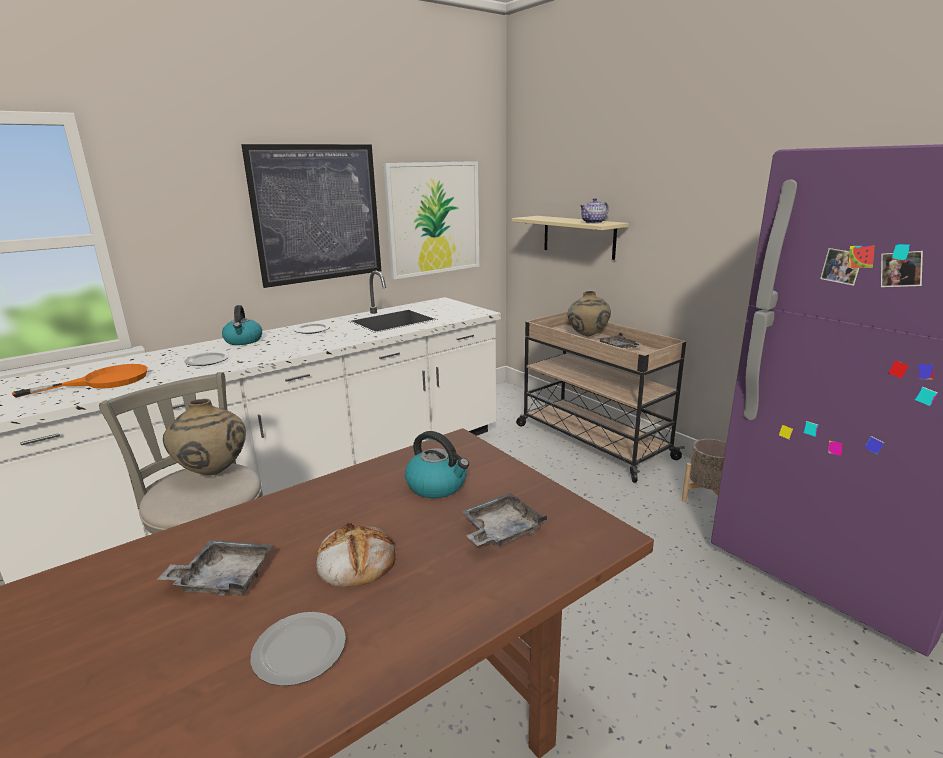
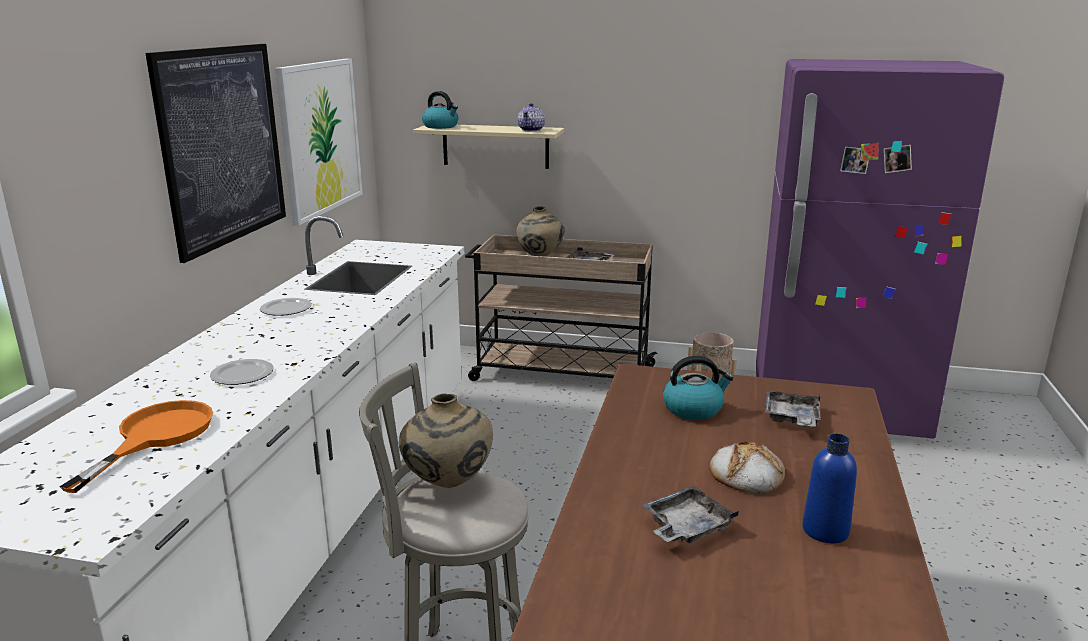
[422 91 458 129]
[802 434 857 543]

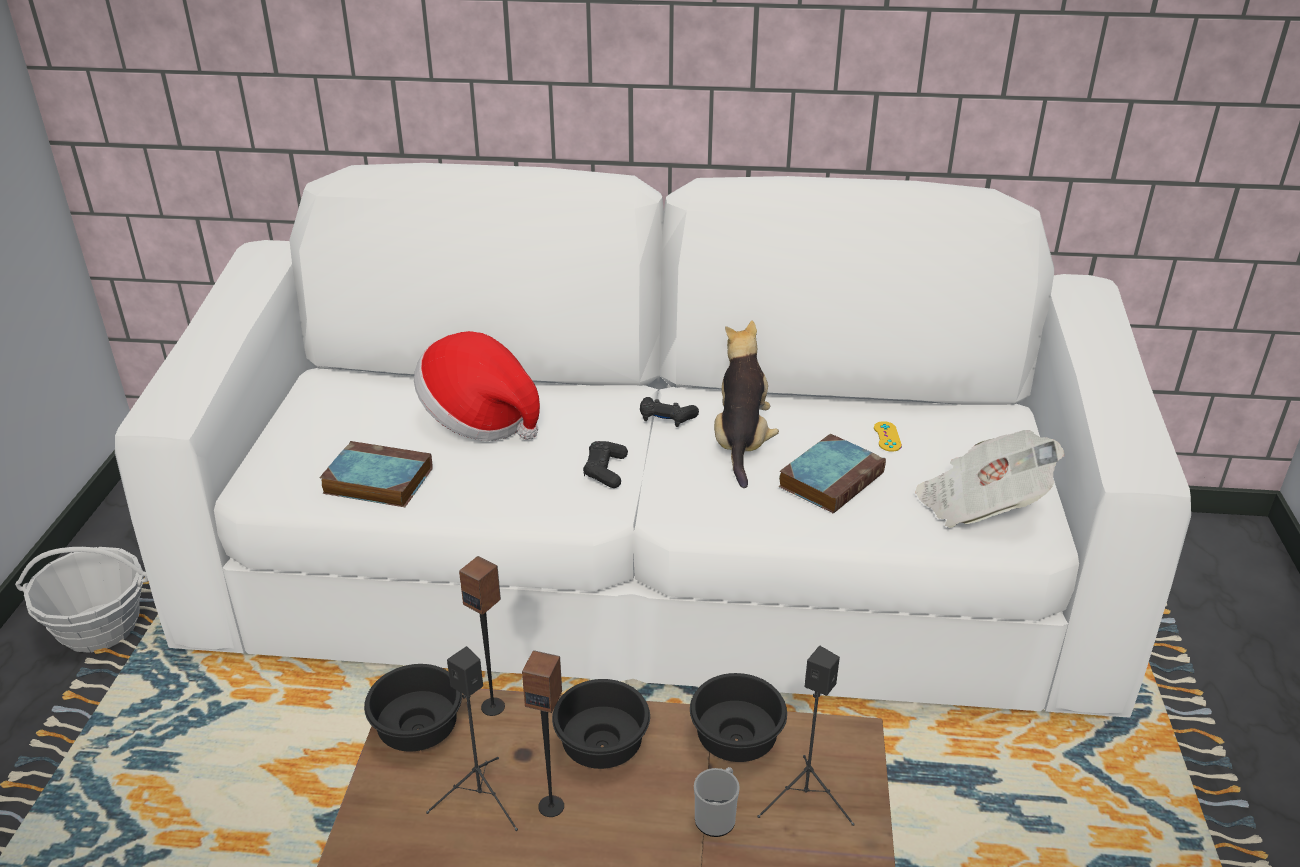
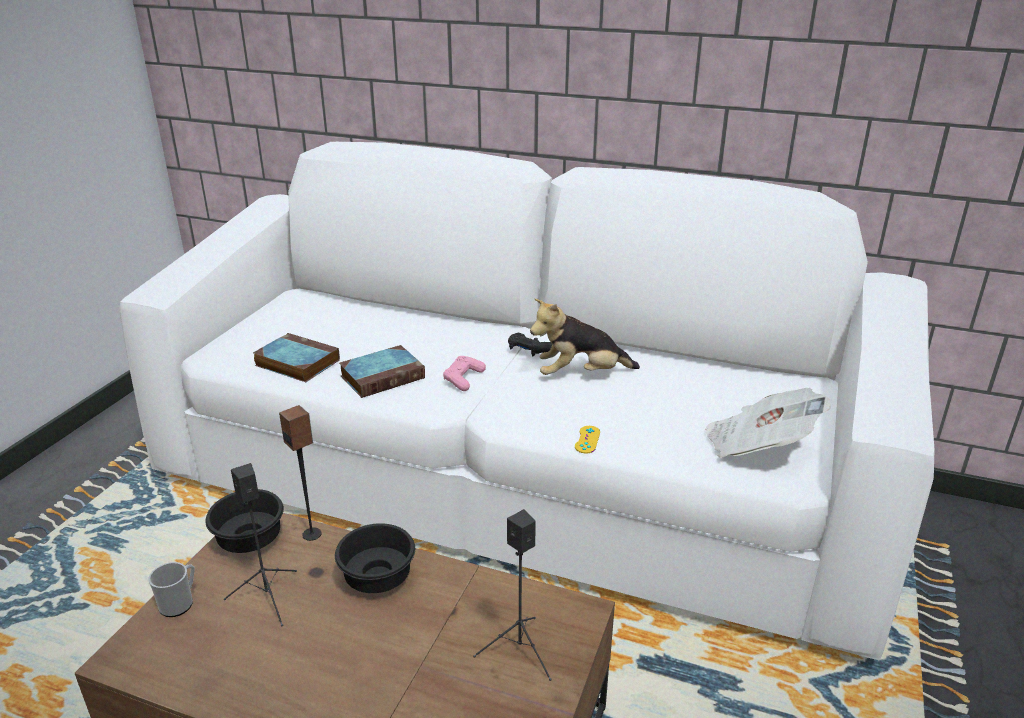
[148 562 195 617]
[339 345 425 398]
[443 356 486 391]
[530 299 640 375]
[575 426 600 453]
[15 547 148 653] (first image)
[414 331 540 441] (first image)
[522 650 564 817] (first image)
[690 673 787 762] (first image)

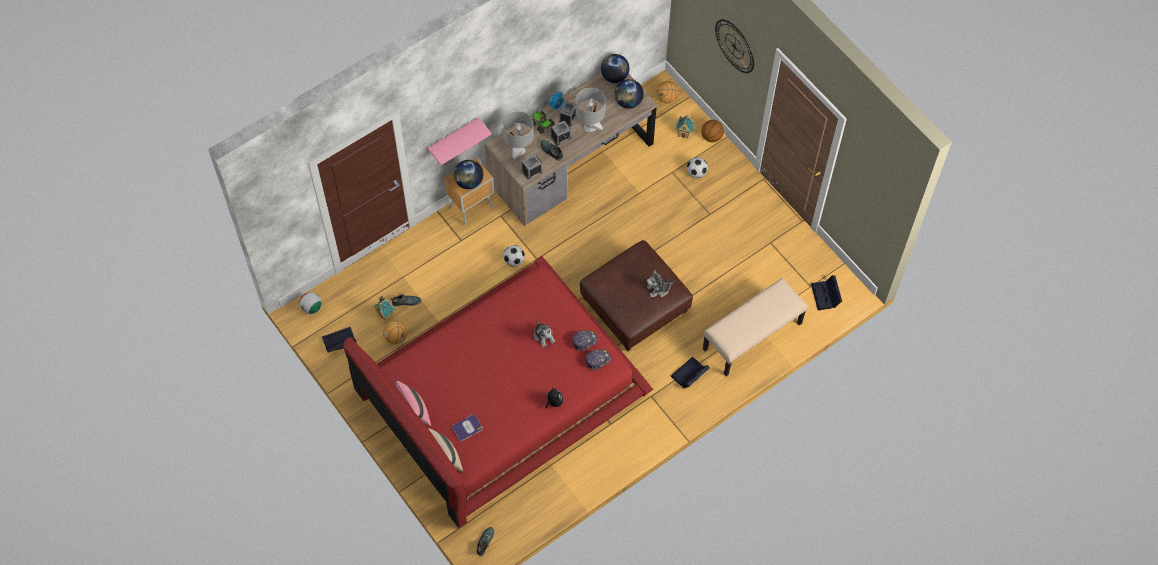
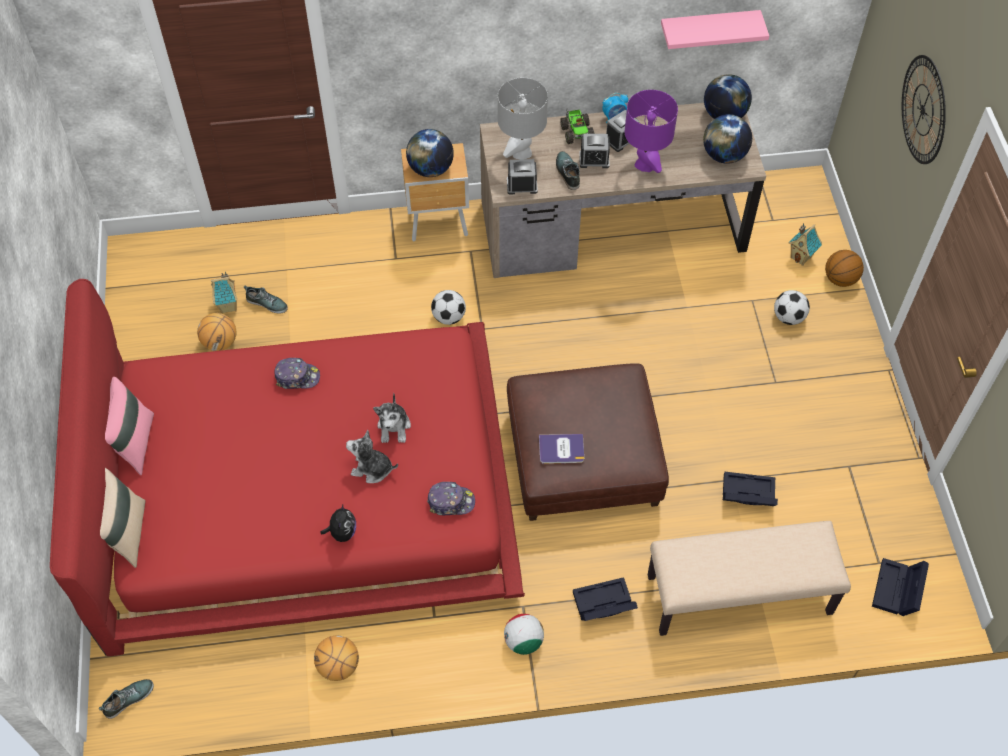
[274 358 320 389]
[314 635 359 681]
[346 430 398 483]
[504 614 544 655]
[539 434 584 464]
[625 90 678 173]
[661 10 769 49]
[723 472 778 506]

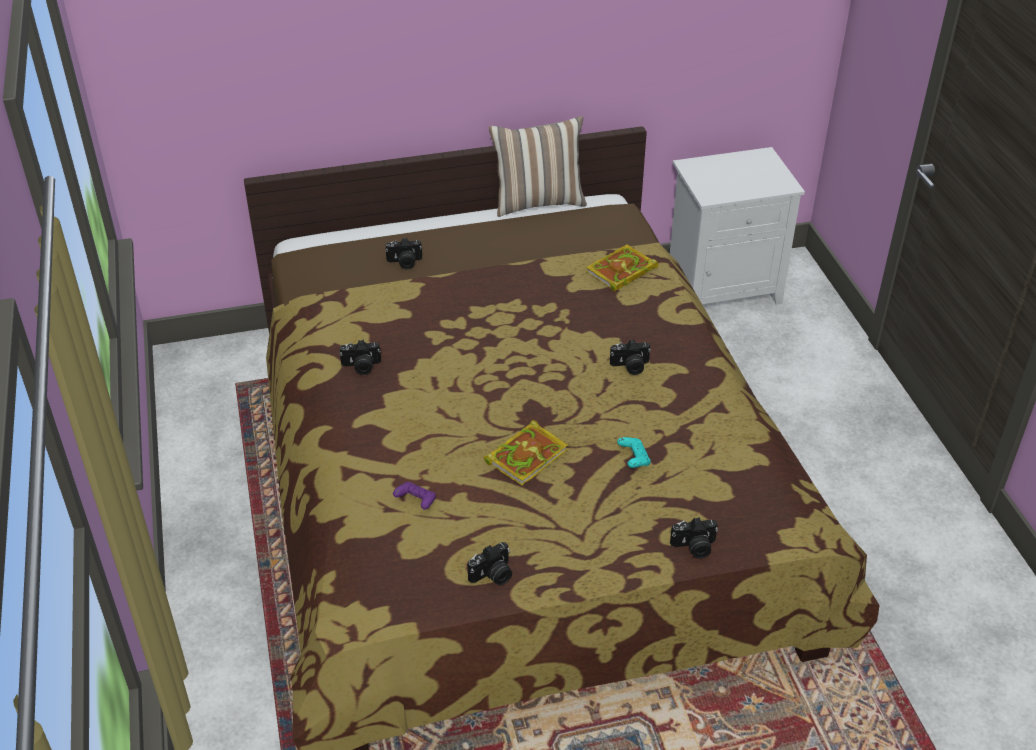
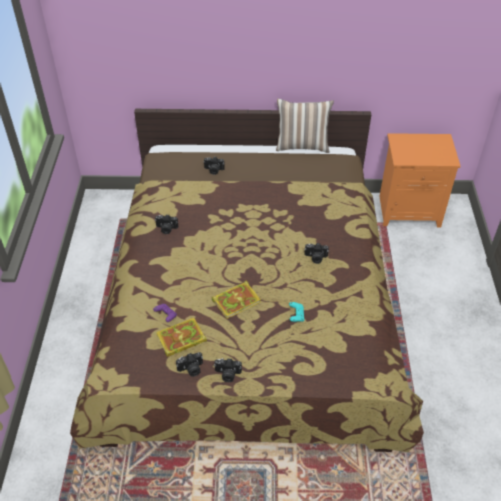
[156 318 207 357]
[214 358 242 382]
[379 133 460 228]

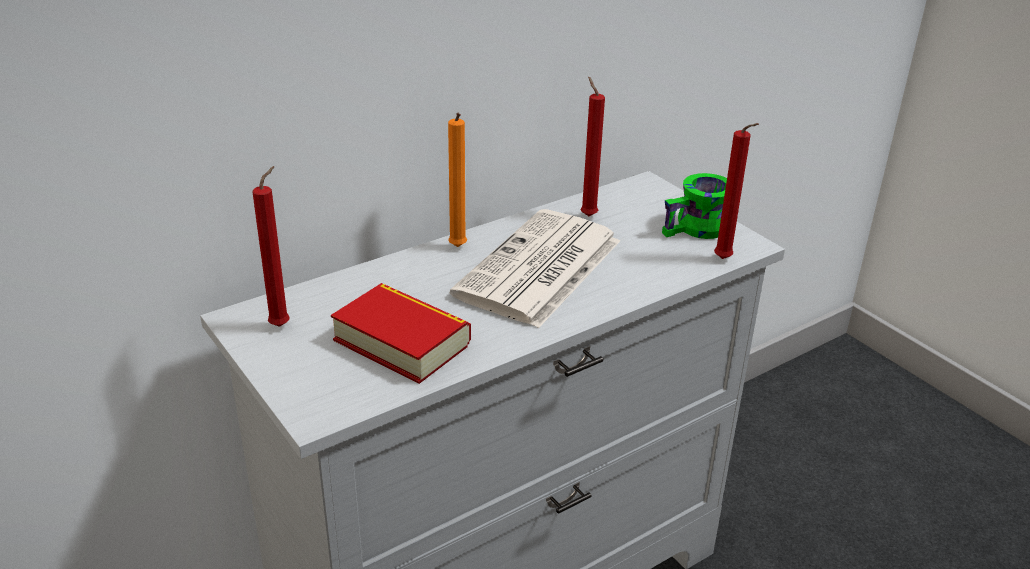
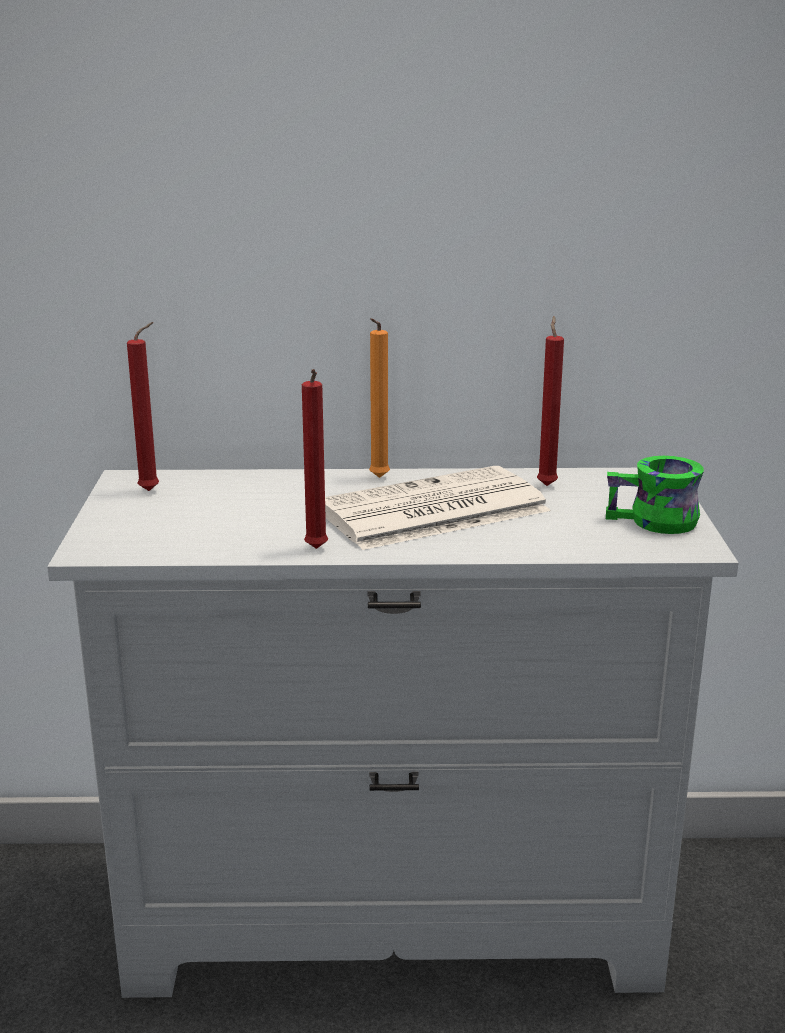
[302 369 328 549]
[331 283 471 384] (first image)

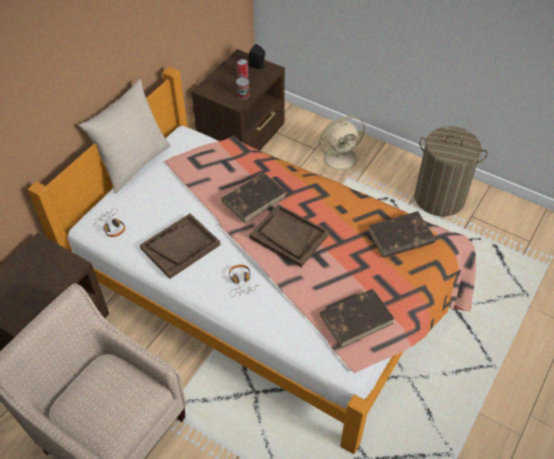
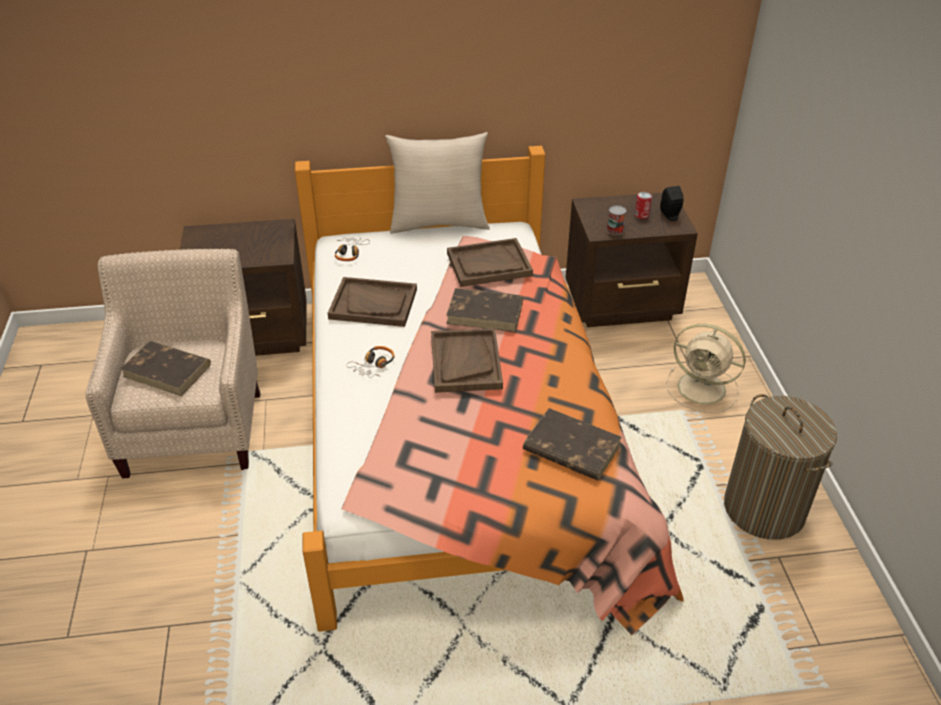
[120 341 211 396]
[447 238 533 287]

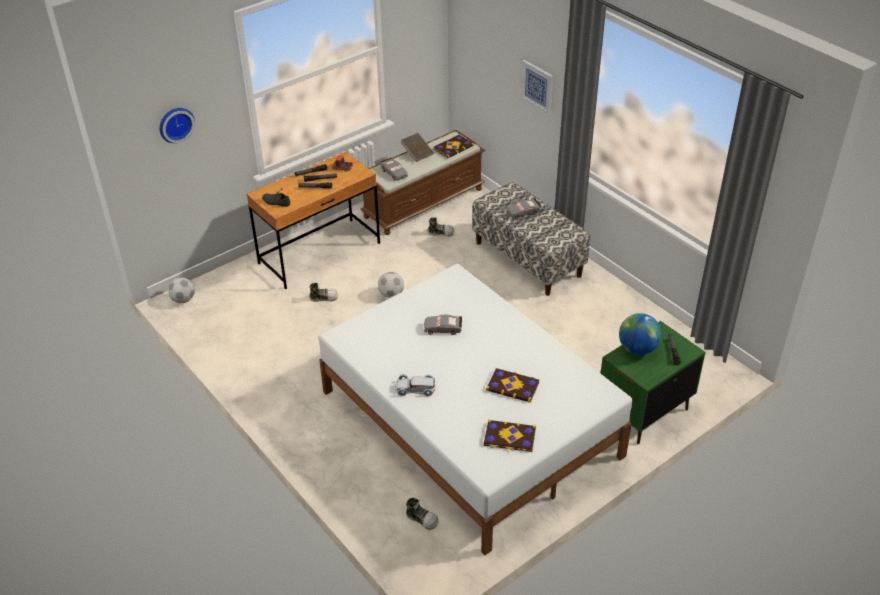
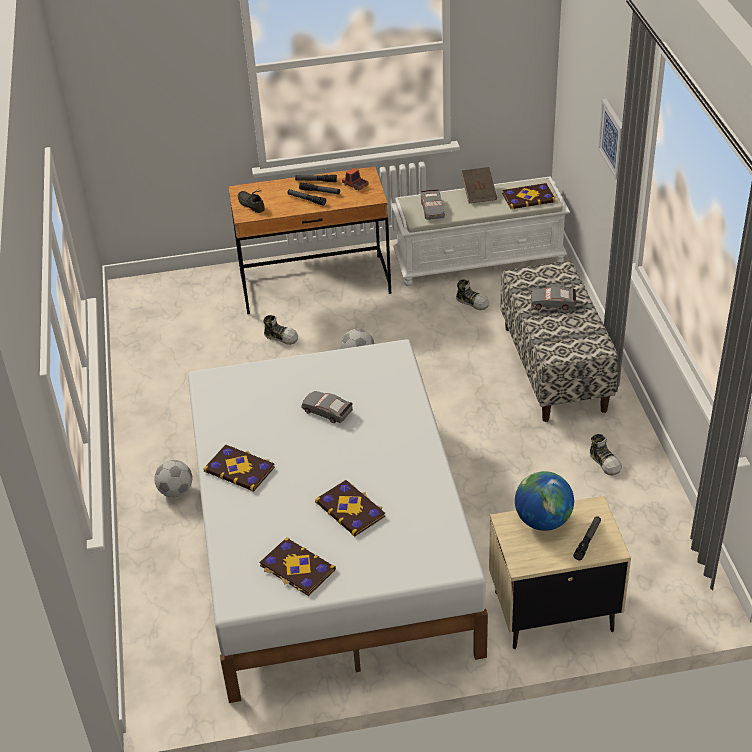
[154 460 193 497]
[204 444 275 492]
[391 176 570 286]
[489 496 631 649]
[590 434 622 475]
[160 108 195 143] (first image)

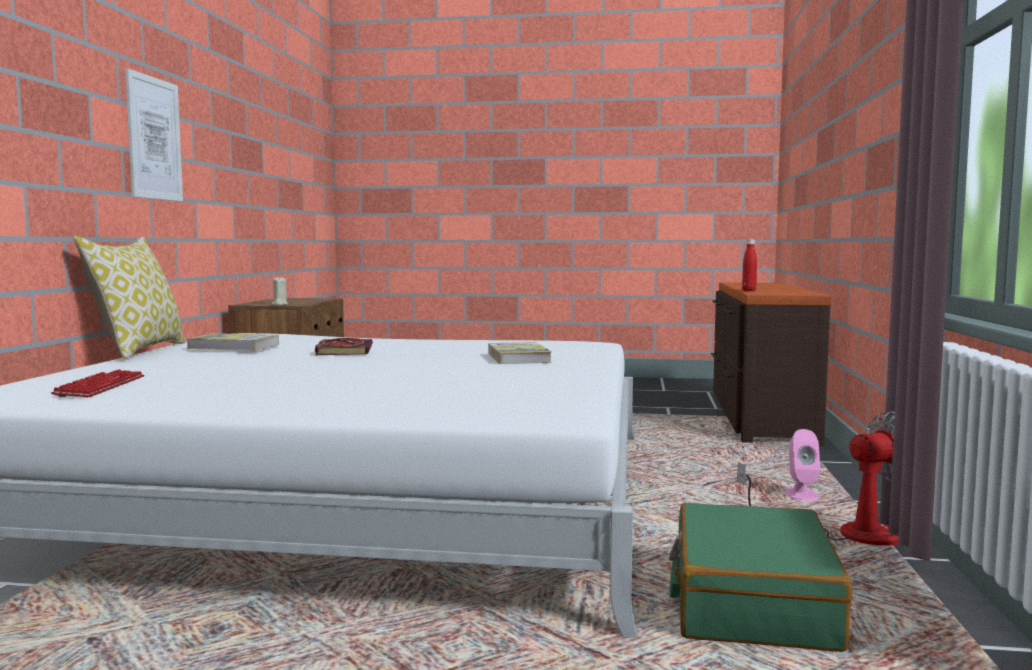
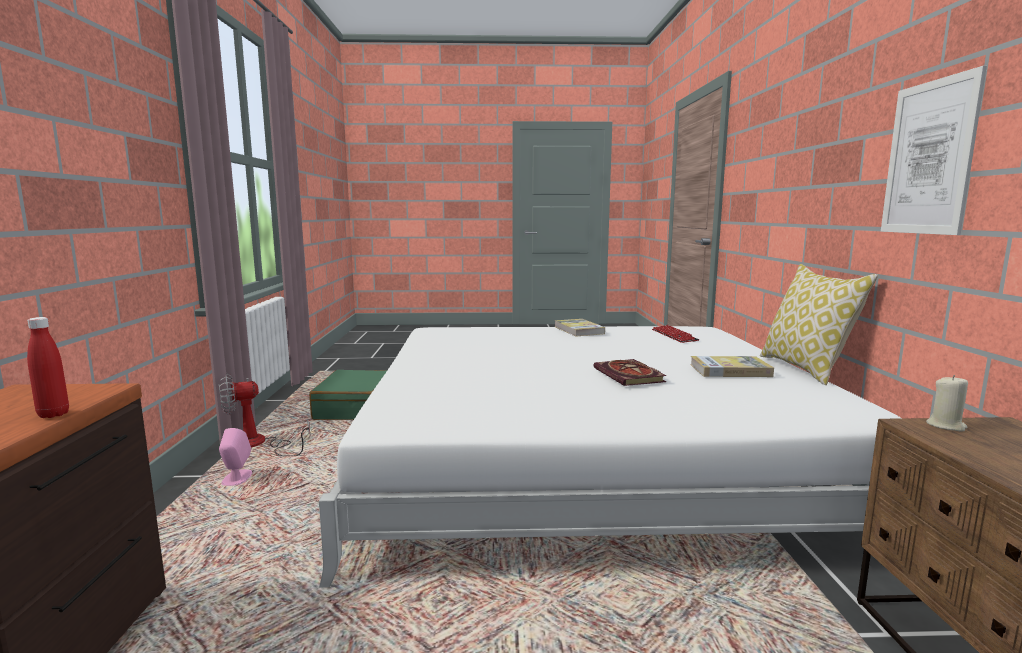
[555 319 605 337]

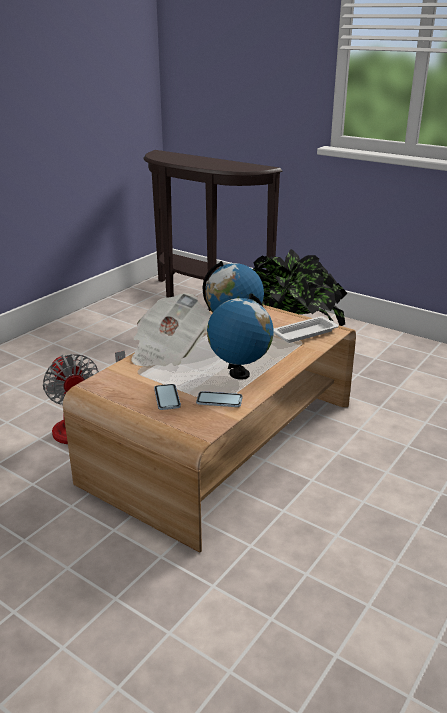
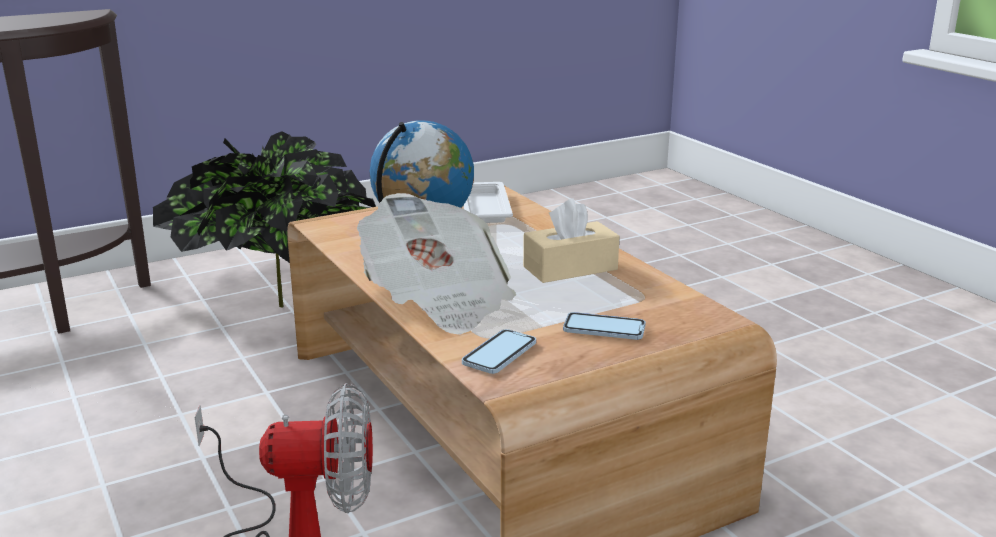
[462 329 536 374]
[523 198 619 283]

